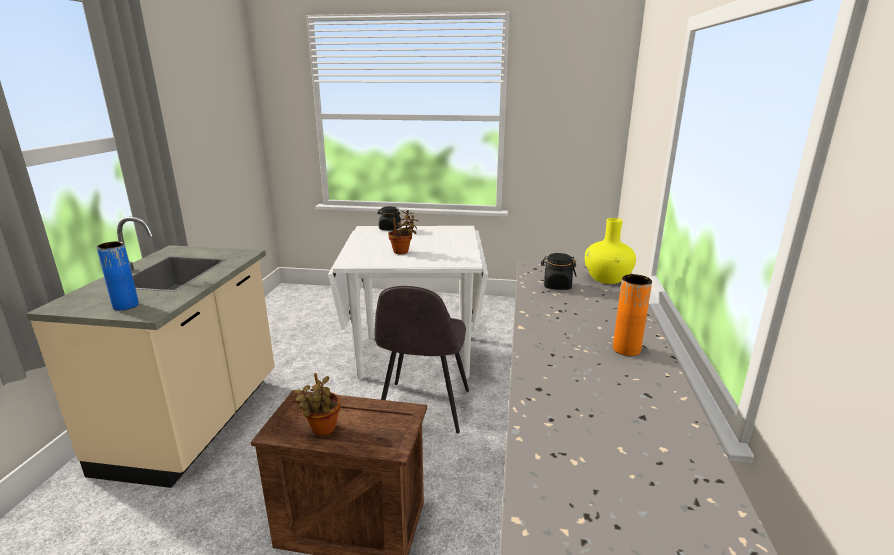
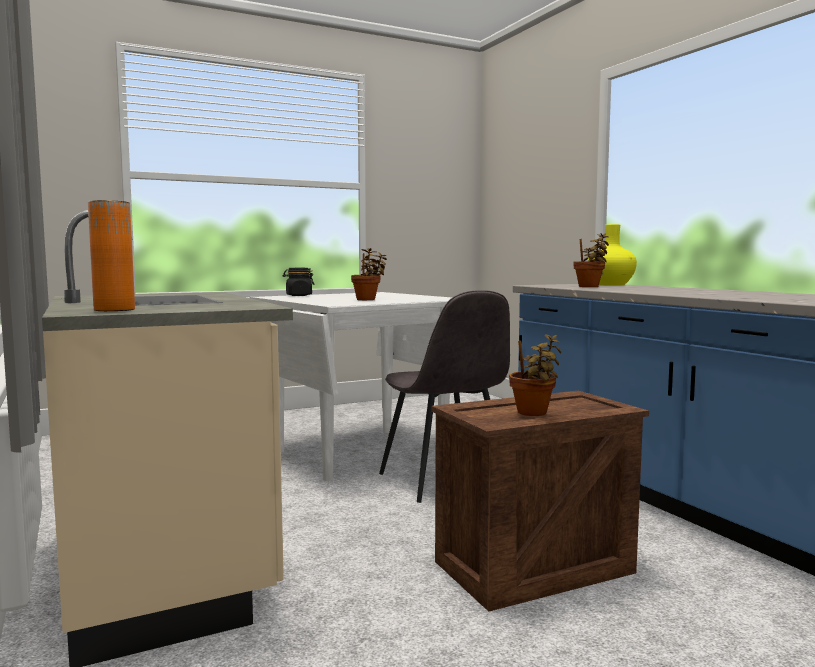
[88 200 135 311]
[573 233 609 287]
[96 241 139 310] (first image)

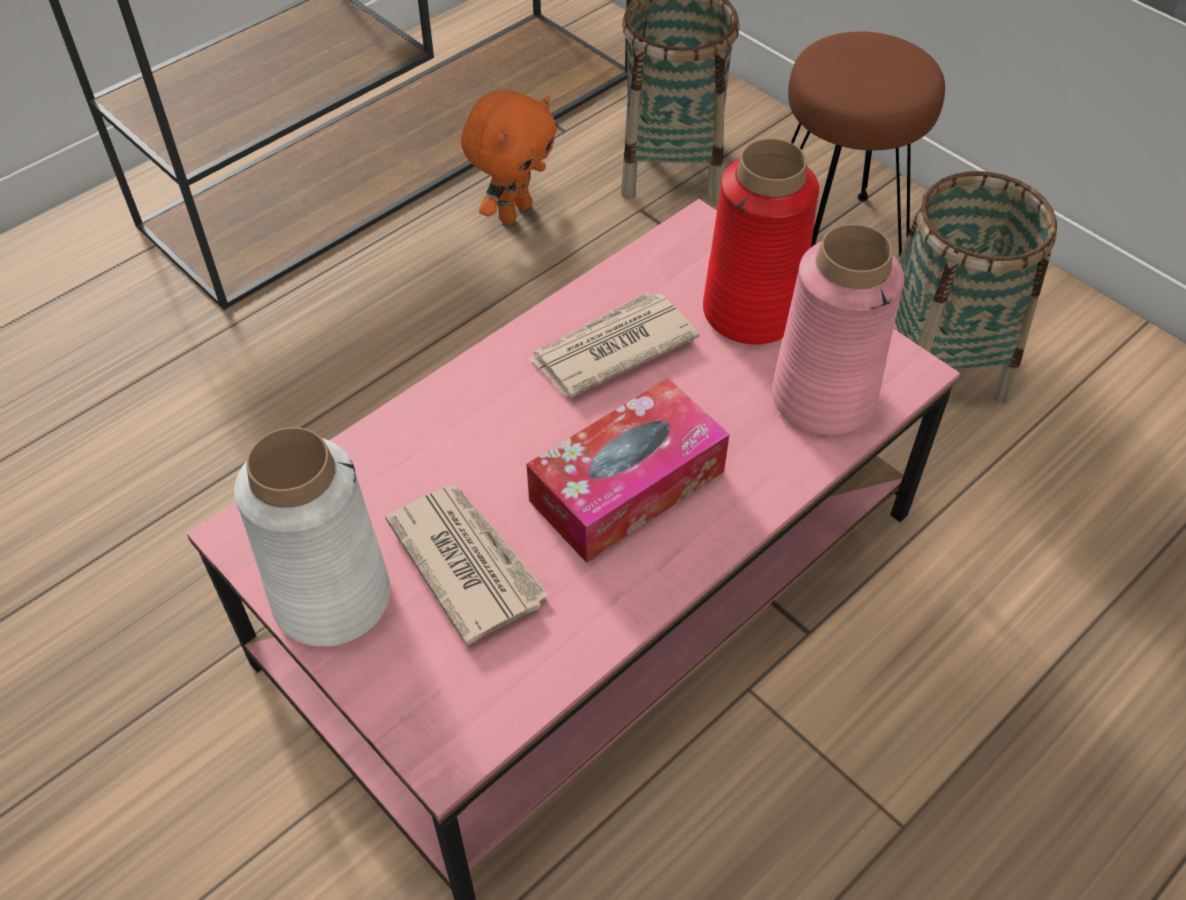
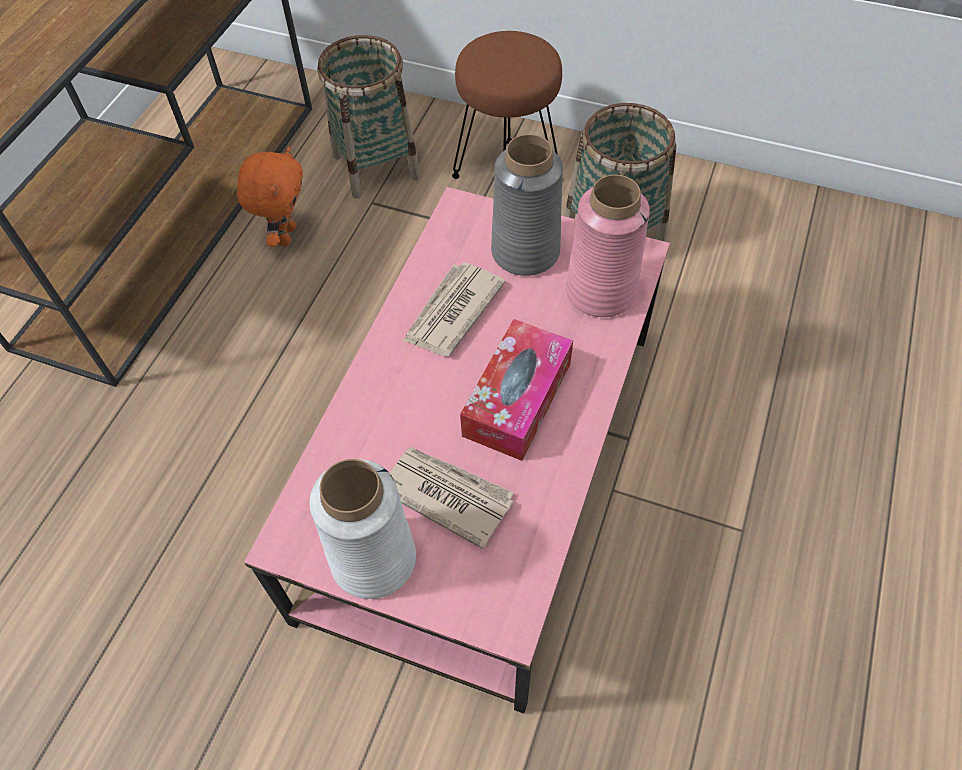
[491 134 563 276]

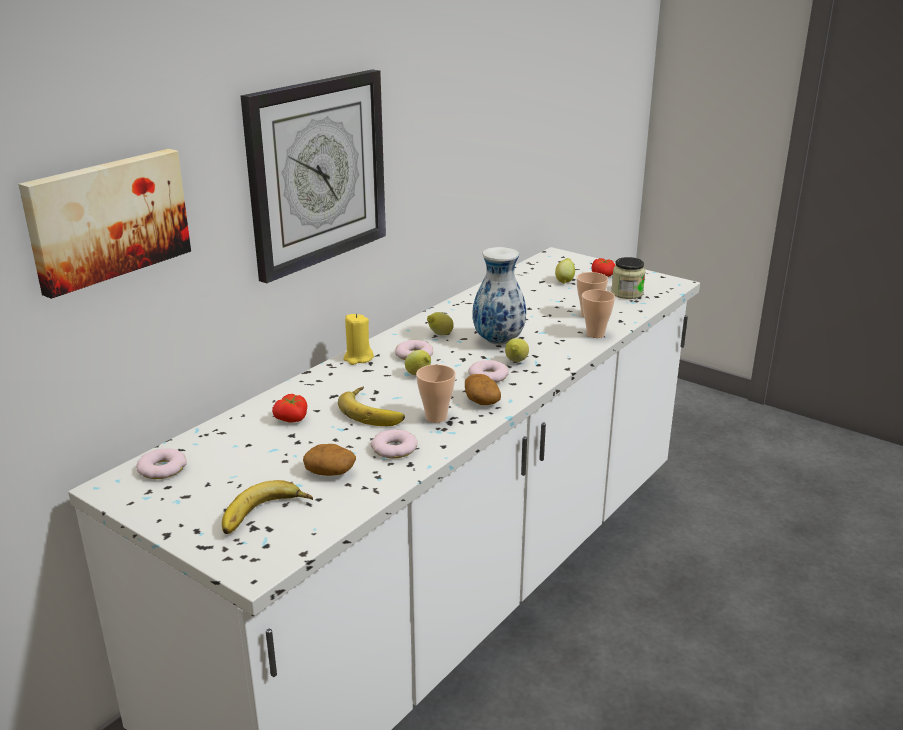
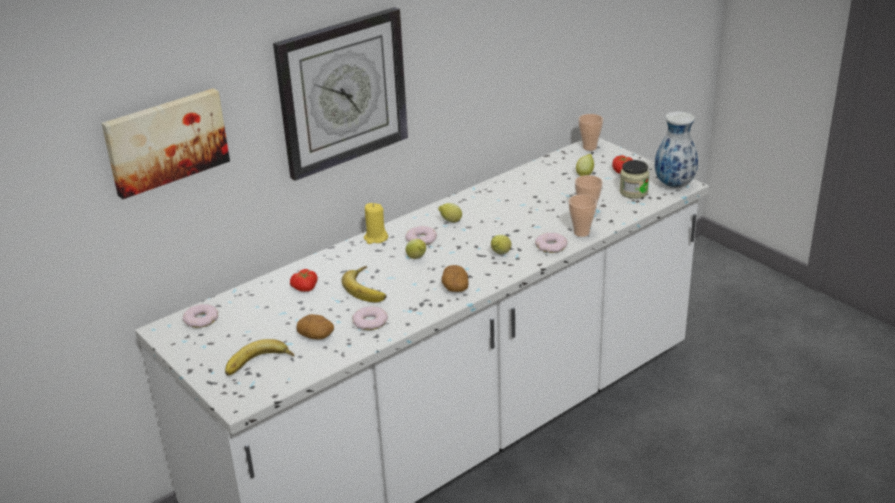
[535 233 568 253]
[578 114 603 151]
[655 111 698 188]

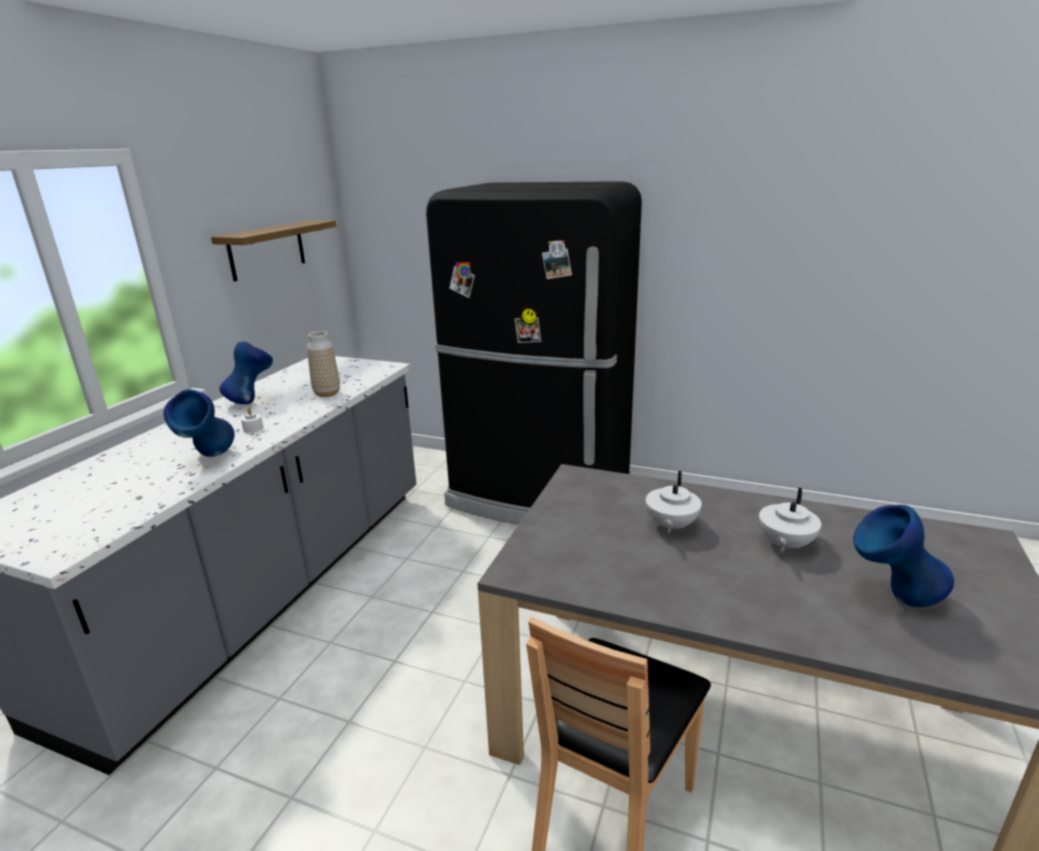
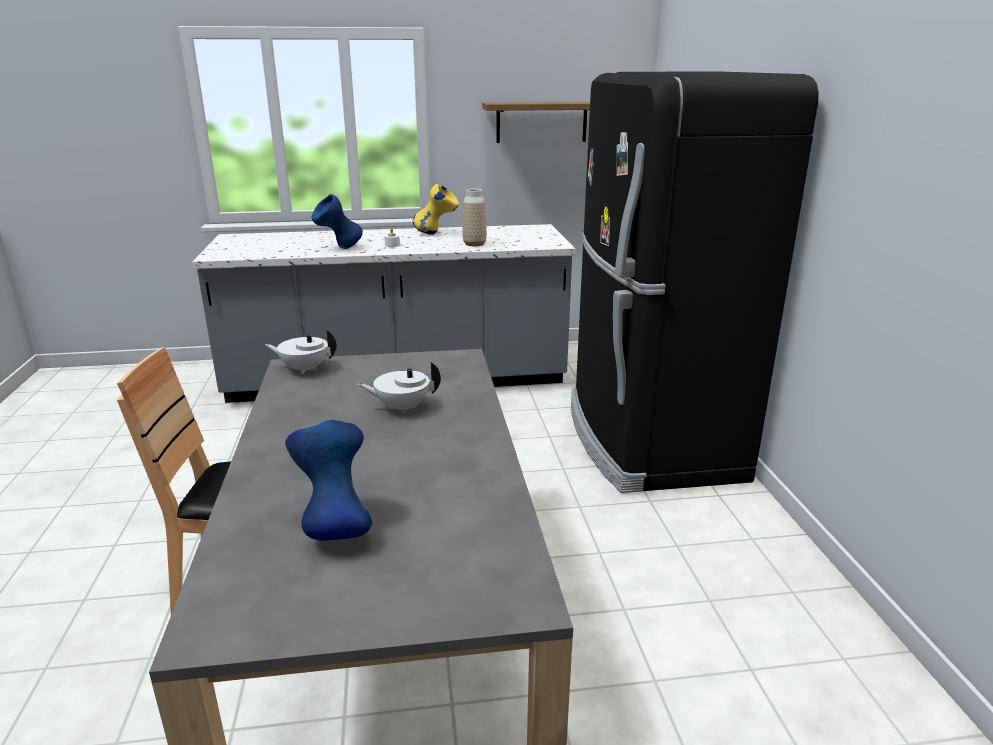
[265 330 337 374]
[413 184 459 235]

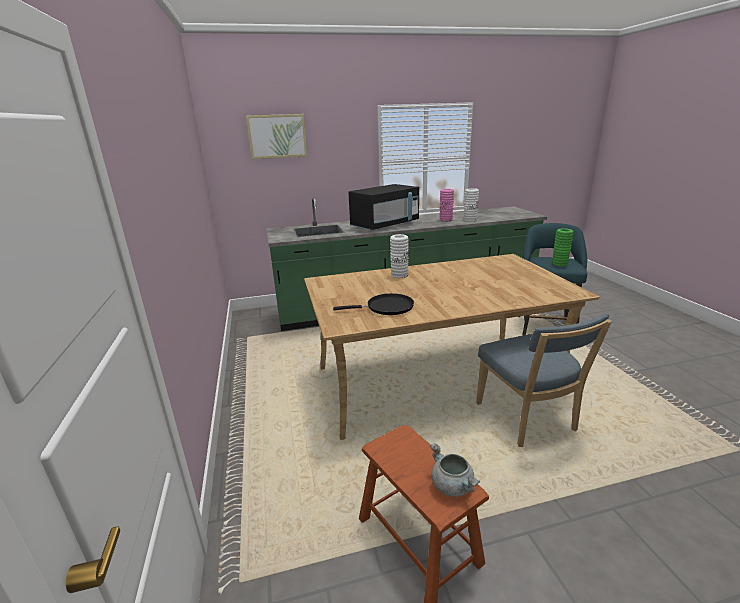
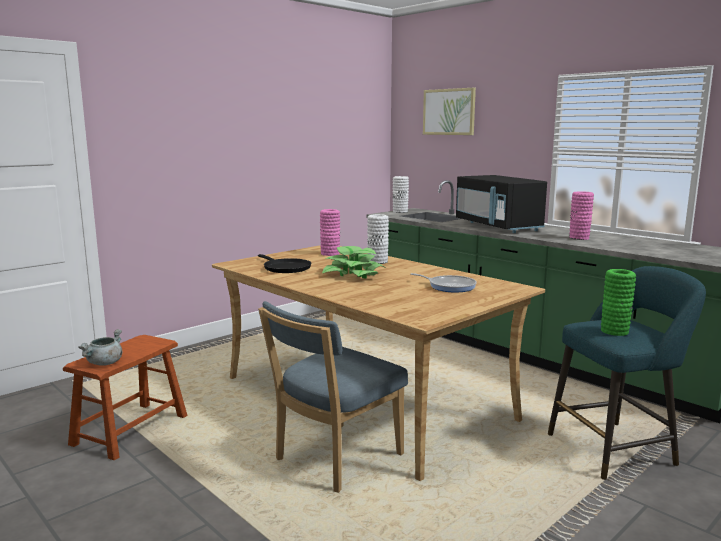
[320 209 340 256]
[322 246 384 278]
[393 176 409 213]
[410 273 477 292]
[456 175 547 233]

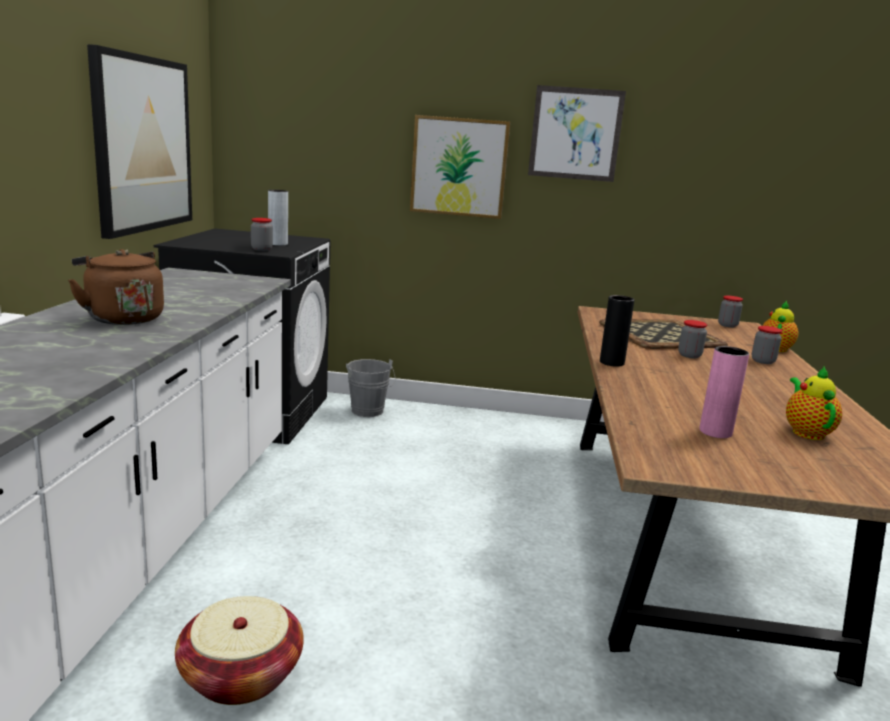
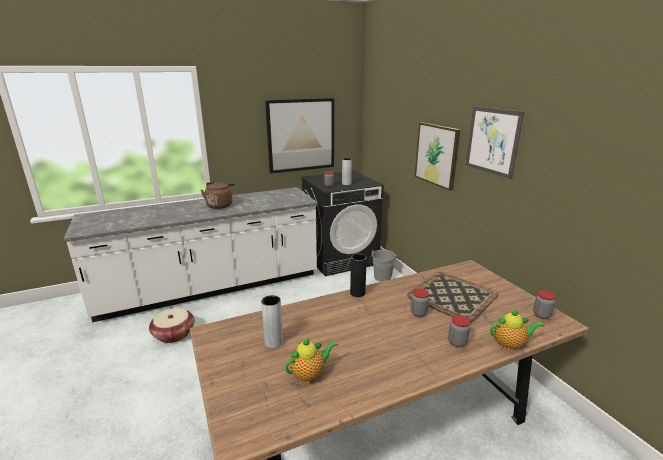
[261 295 283 348]

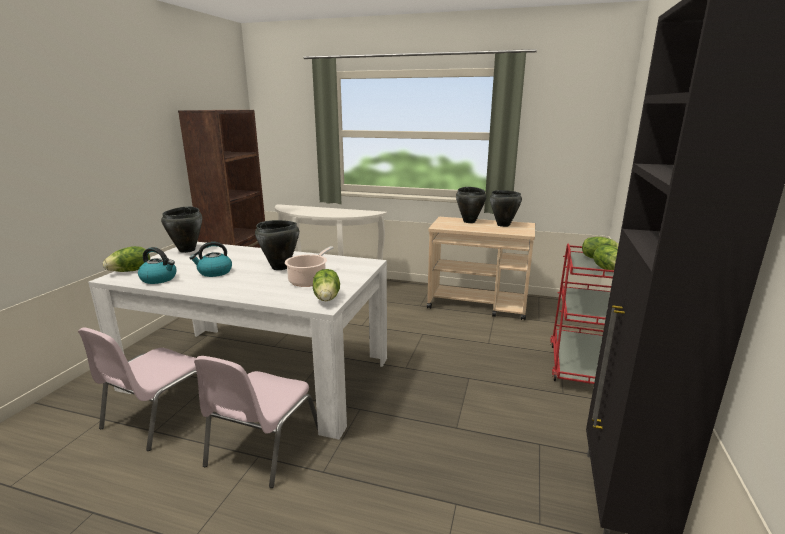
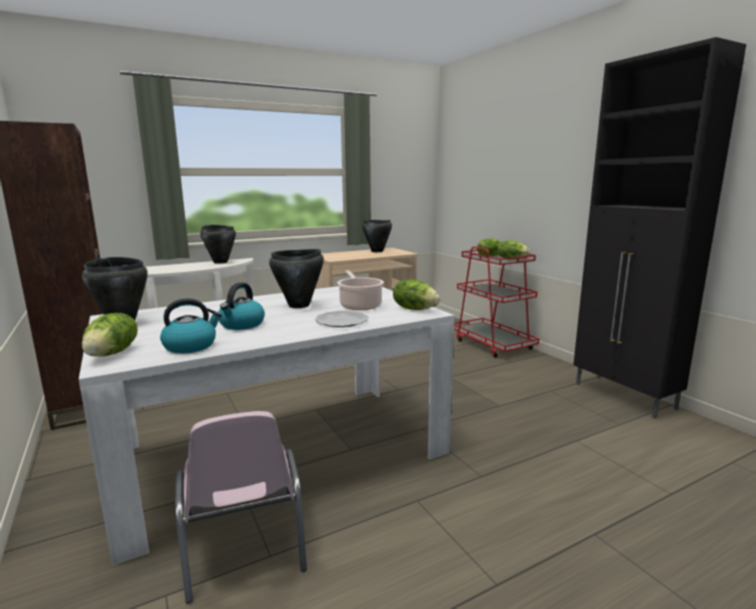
[200 225 236 264]
[315 311 368 327]
[194 356 318 488] (first image)

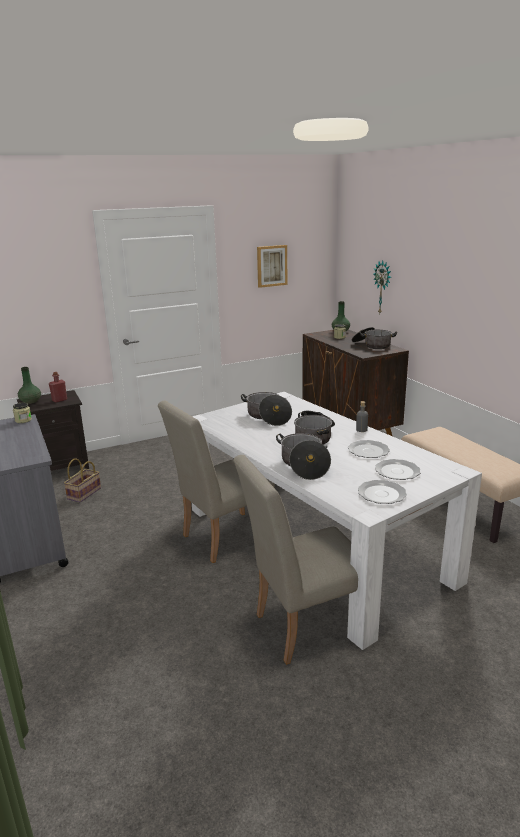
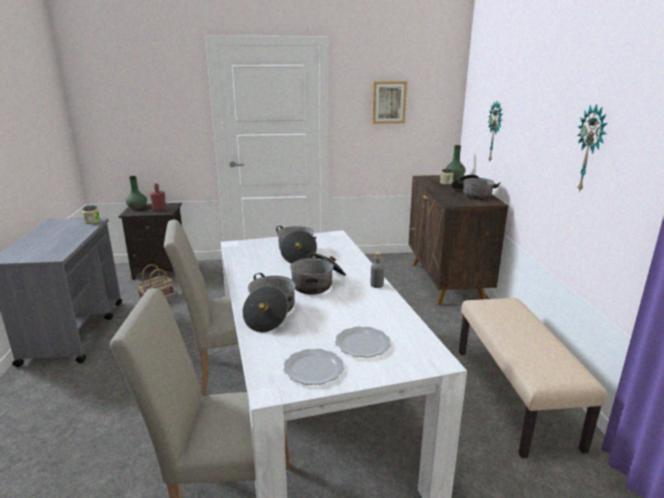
[577 104 608 193]
[348 440 390 458] (first image)

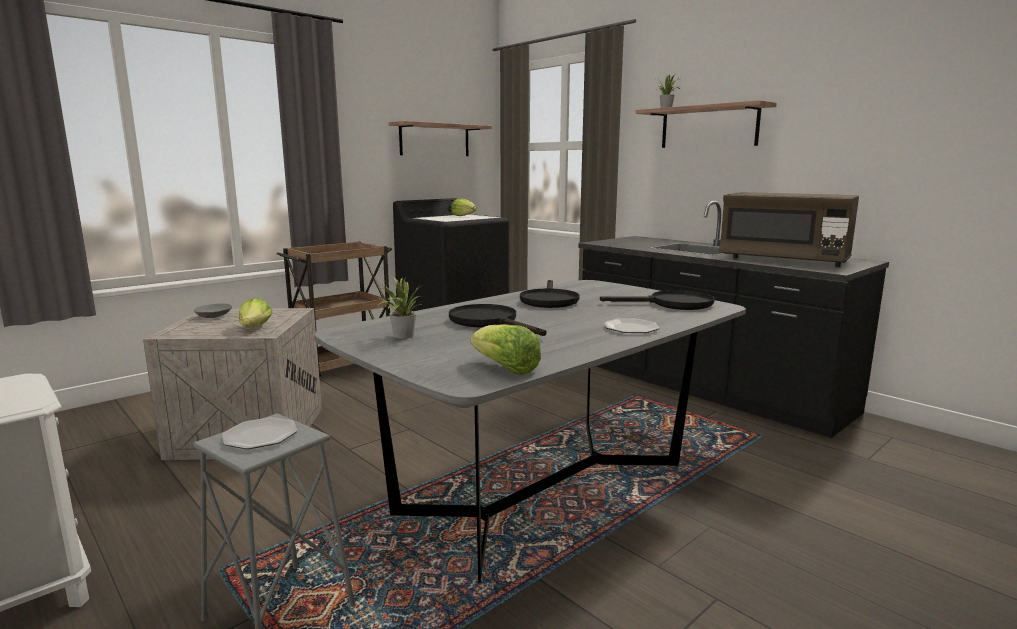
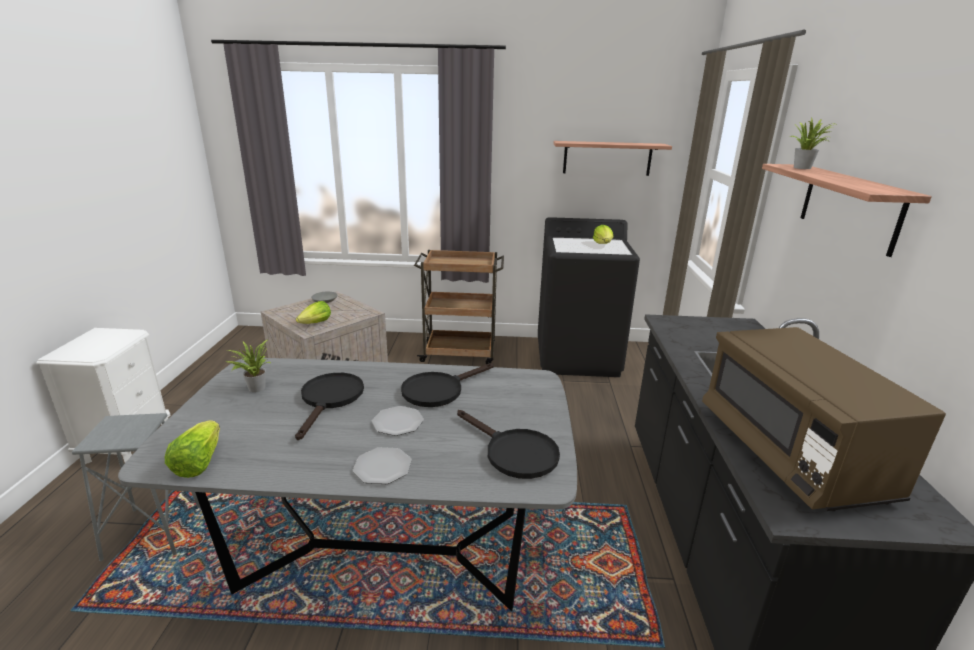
[372 406 424 436]

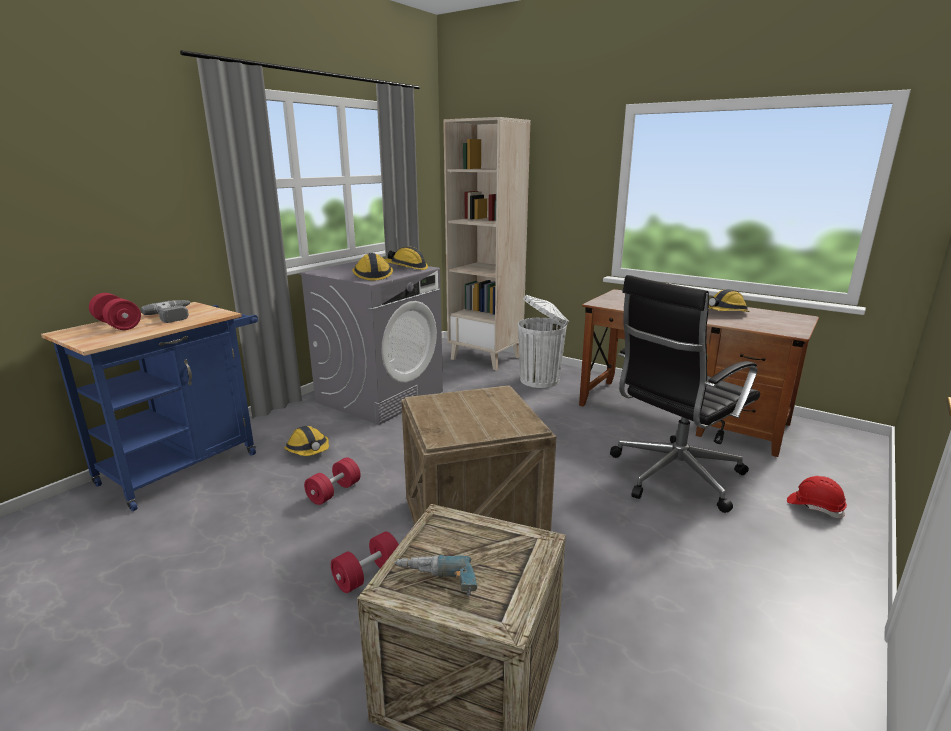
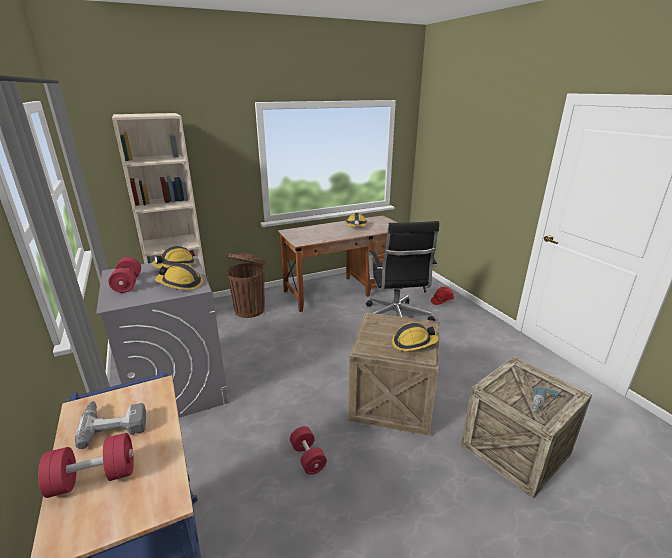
[108 257 141 293]
[226 253 265 318]
[392 322 439 351]

